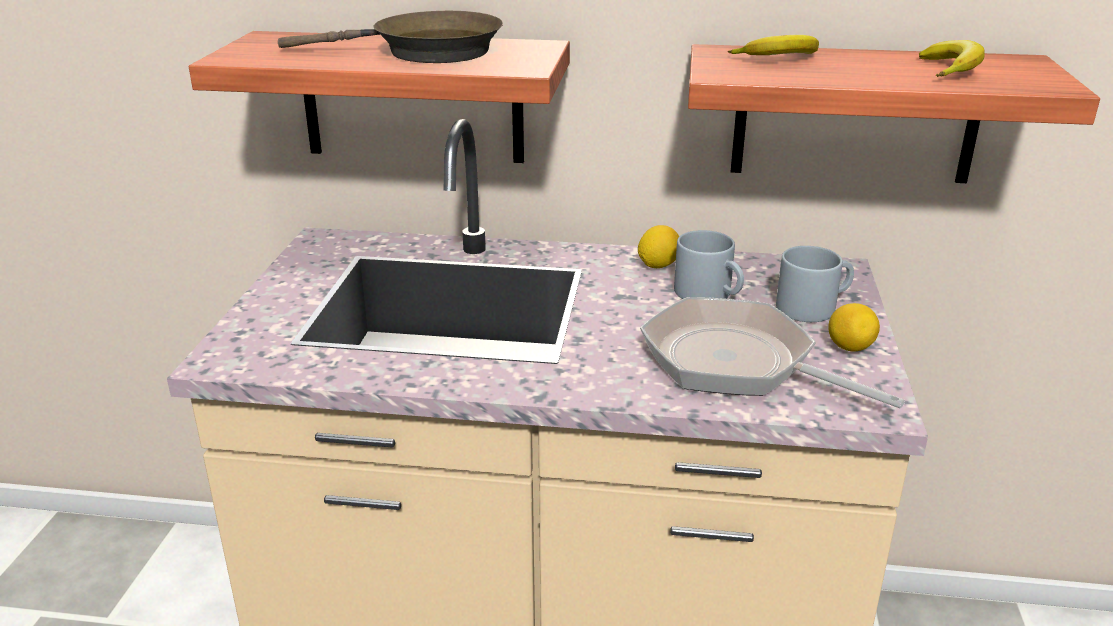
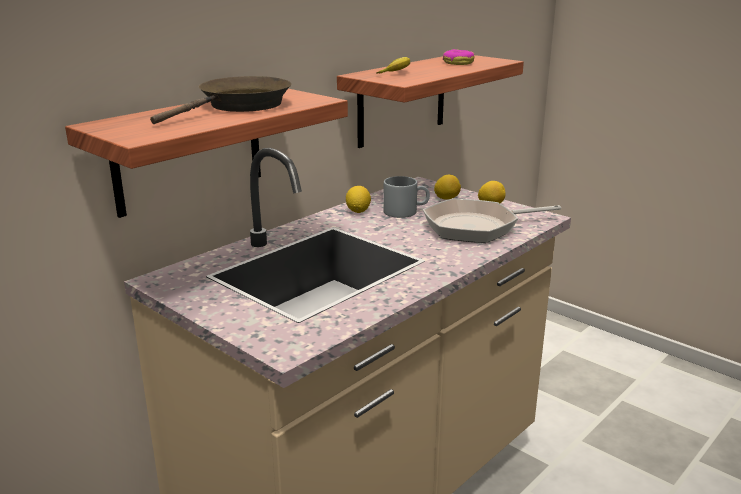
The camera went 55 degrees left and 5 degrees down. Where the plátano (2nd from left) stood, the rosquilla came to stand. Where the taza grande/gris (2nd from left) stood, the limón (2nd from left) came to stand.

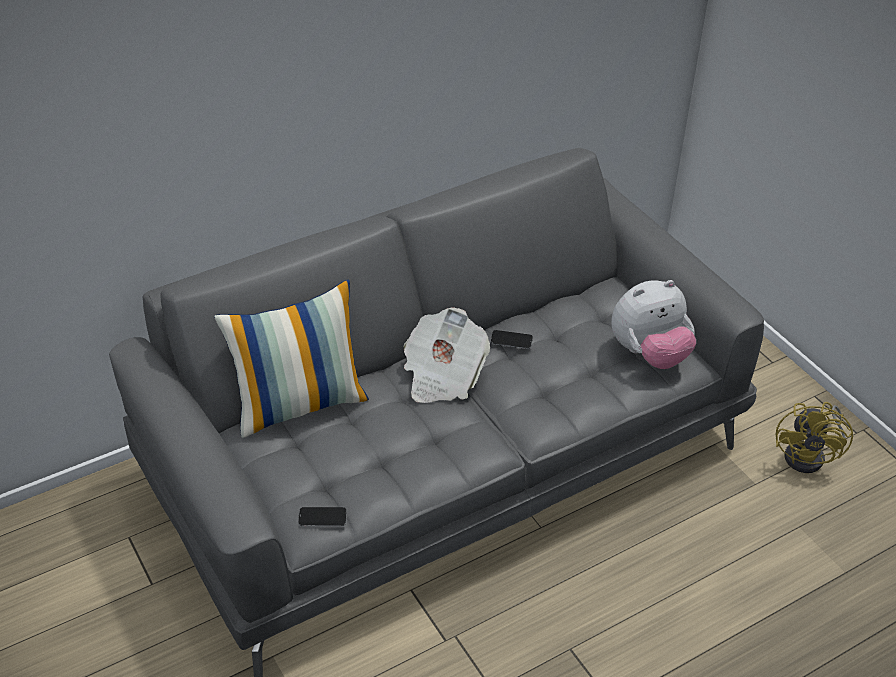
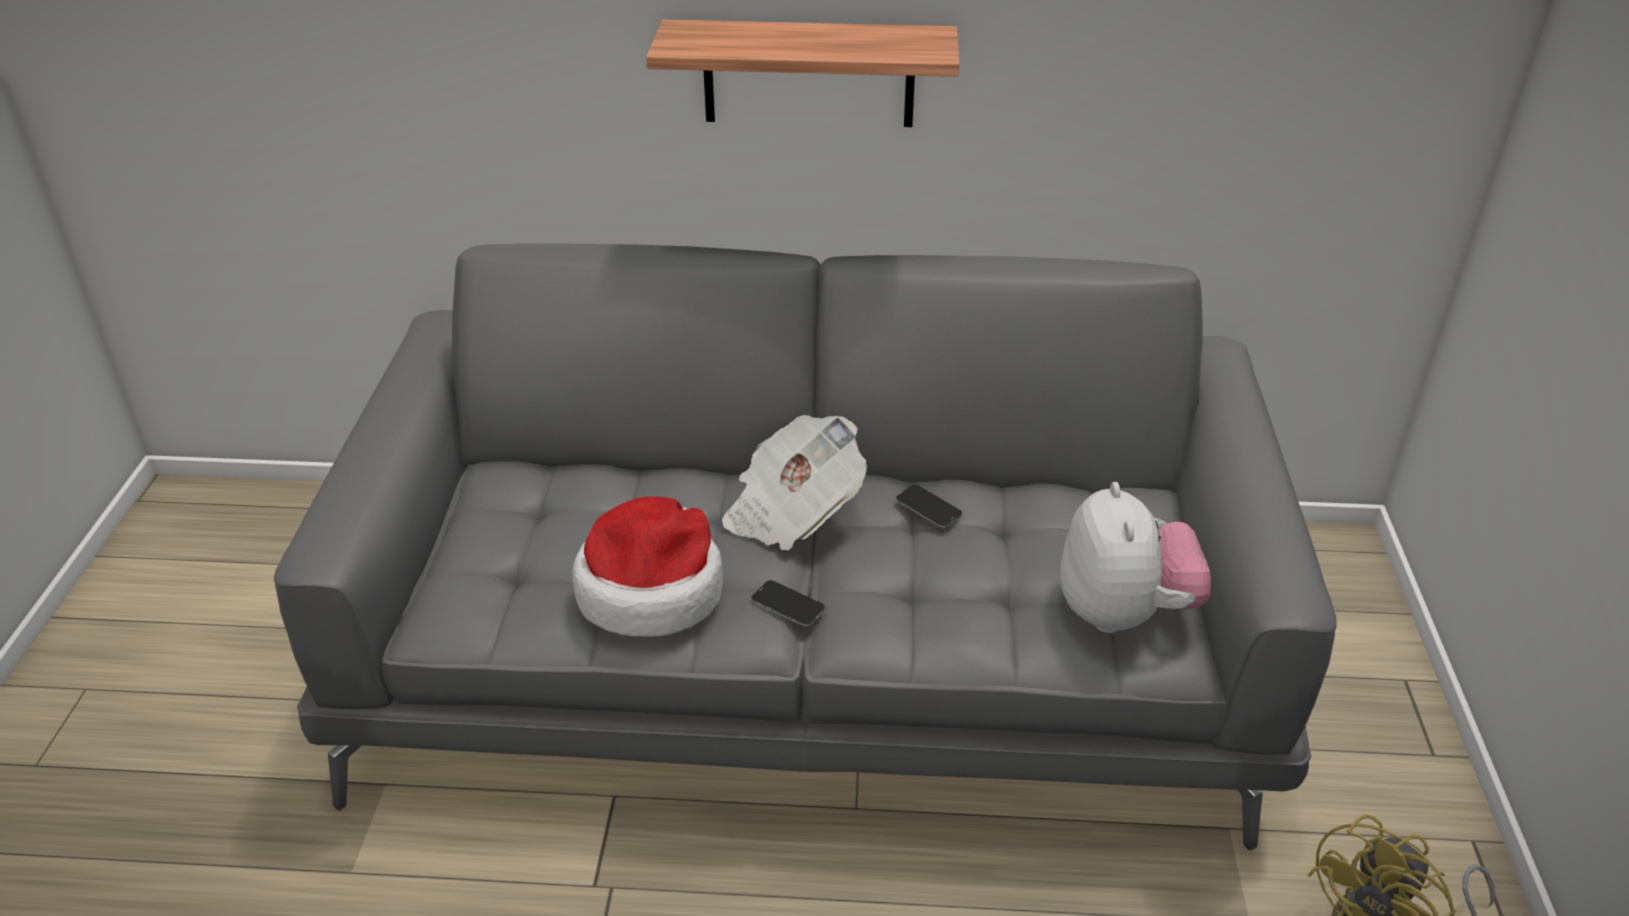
The camera went 35 degrees right and 5 degrees down. The second view lost the cojín. The peluche ended up facing another way, 105 degrees counterclockwise from before. The móvil (1st from left) ended up elsewhere. The second view gained the estante. The second view gained the sombrero.

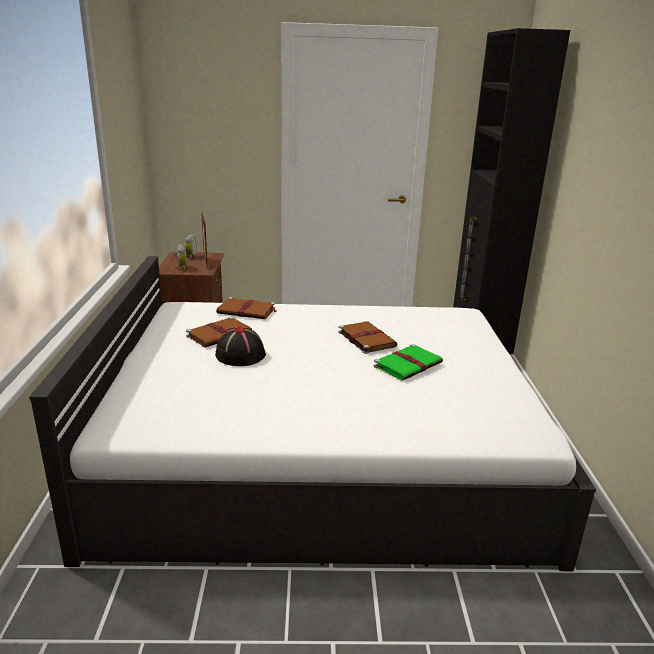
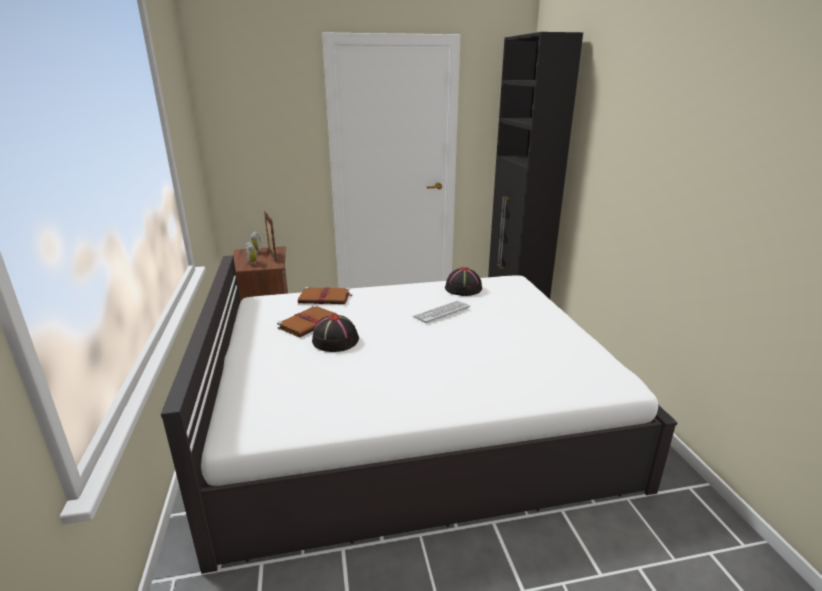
The camera went 10 degrees left and 0 degrees up. Where the libro/marrón (3rd from left) stood, the teclado came to stand. The second view lost the libro/verde. The second view gained the sombrero/negro (2nd from left).

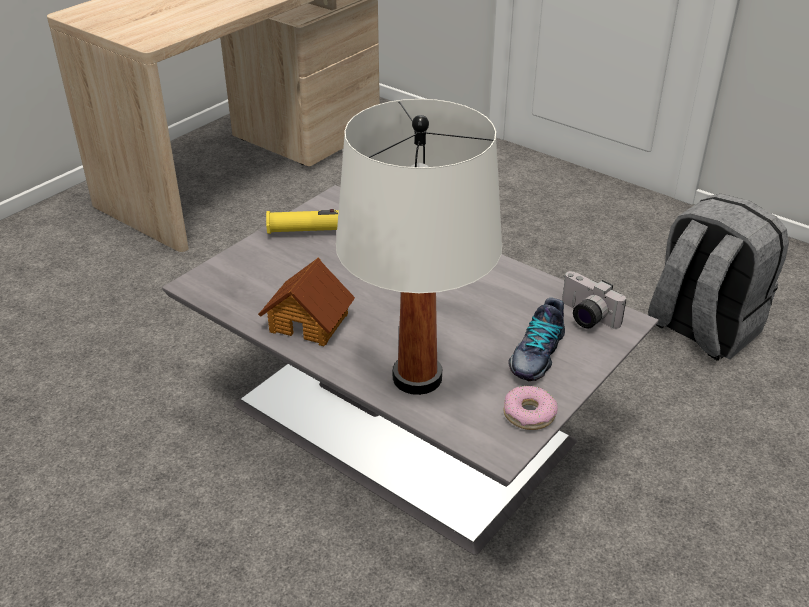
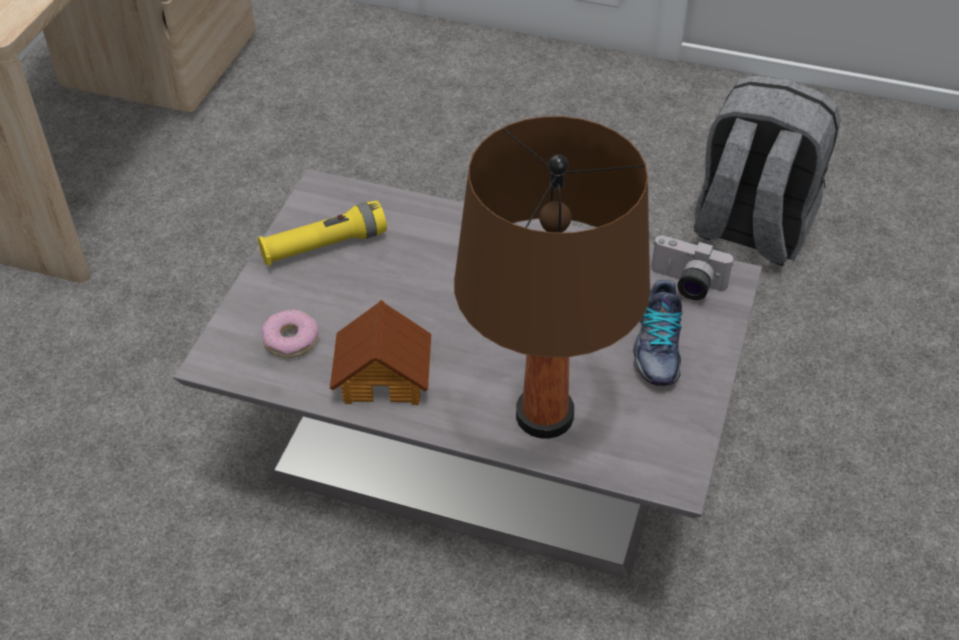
The camera went 20 degrees left and 10 degrees up. What was the lámpara de mesa/blanco turned into the lámpara de mesa/marrón. The rosquilla ended up elsewhere.

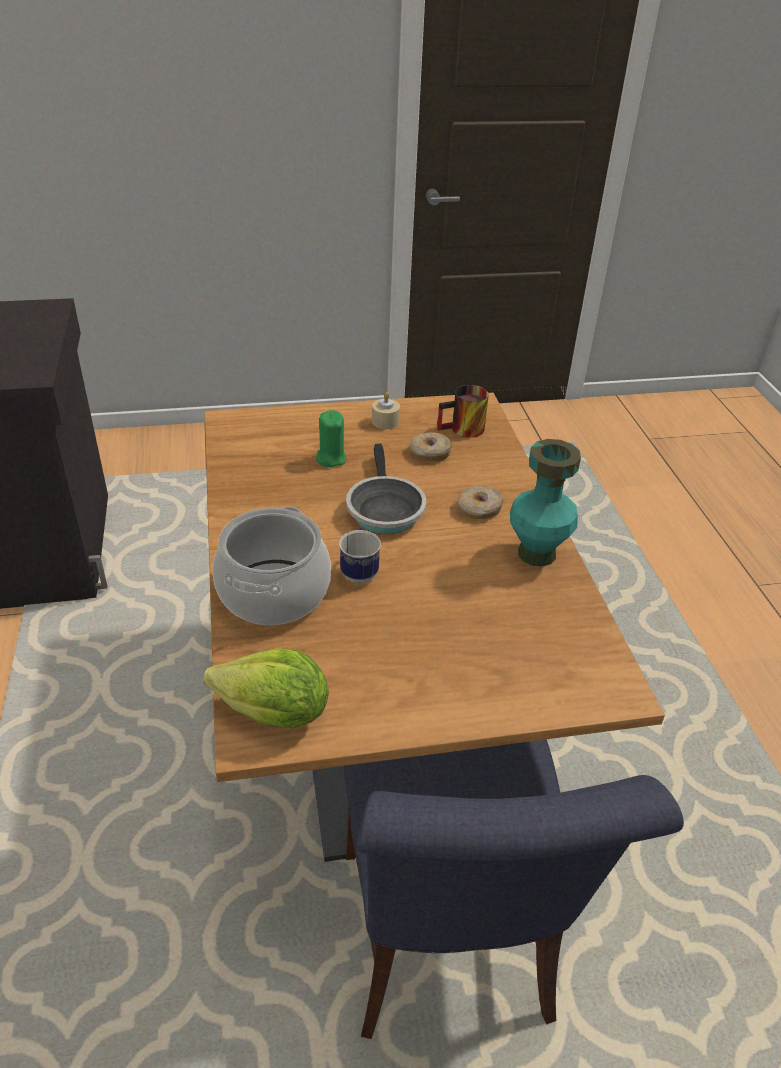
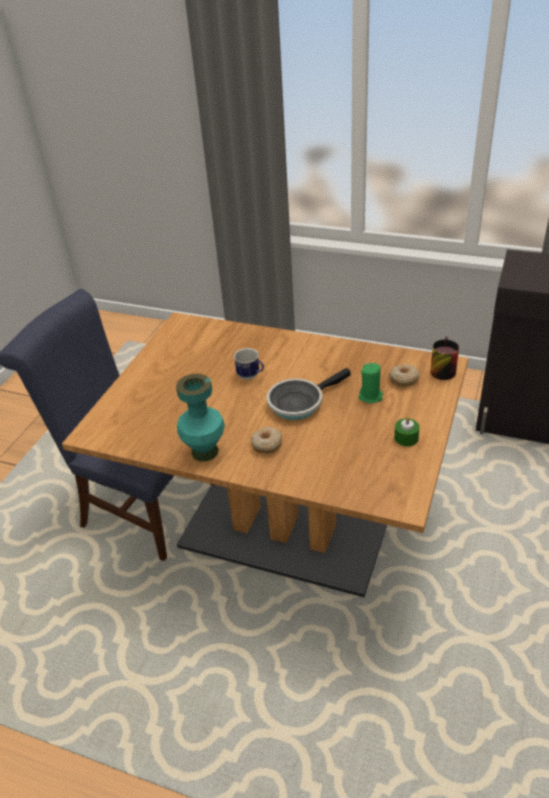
The camera went 125 degrees right and 0 degrees up. The taza grande (2nd from left) ended up elsewhere. What was the vela/beis turned into the vela/verde (2nd from left). The rosquilla (1st from left in the first image) ended up elsewhere. The sartén ended up facing another way, 60 degrees counterclockwise from before. The second view lost the olla. The second view lost the lechuga.

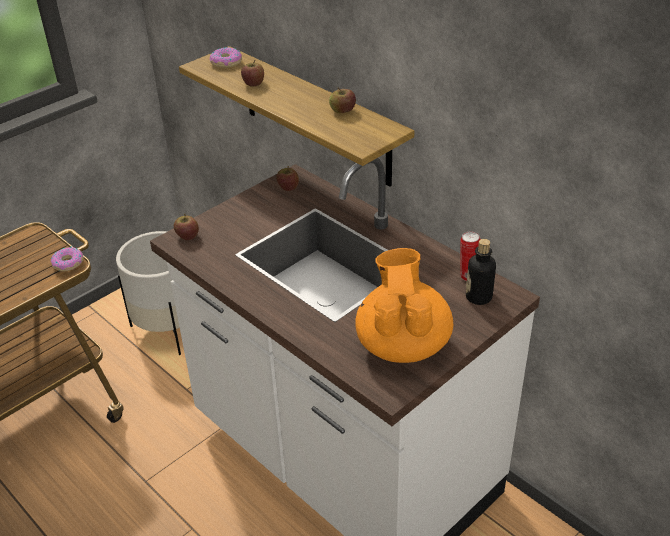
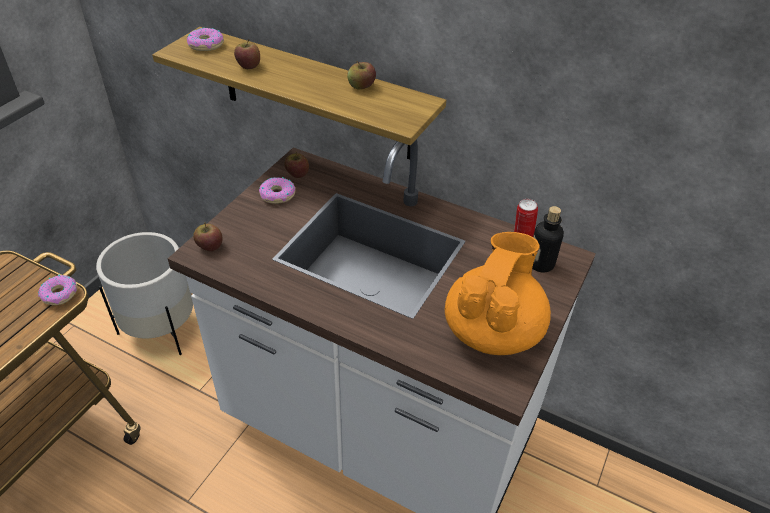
The camera went 20 degrees left and 5 degrees up. The tetera/naranja ended up facing another way, 45 degrees clockwise from before. The second view gained the rosquilla (3rd from left).

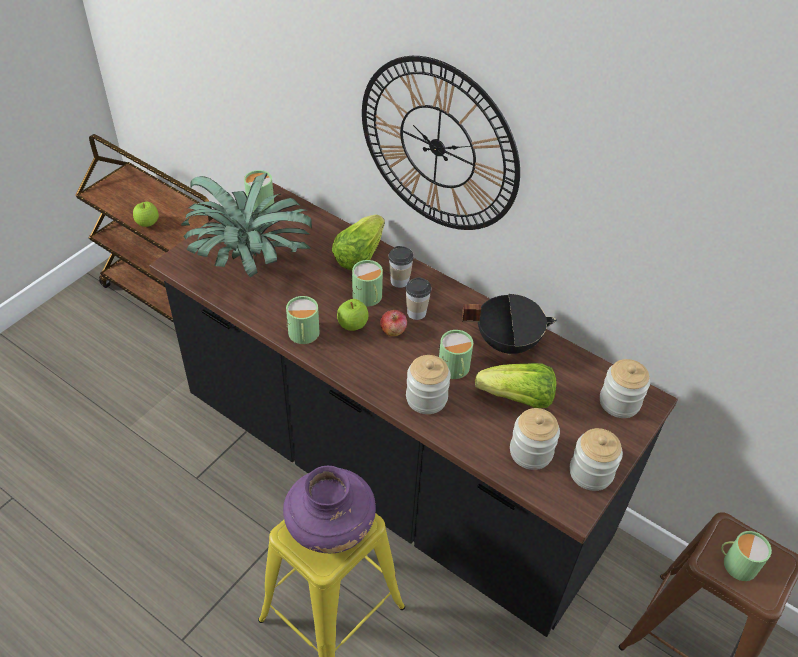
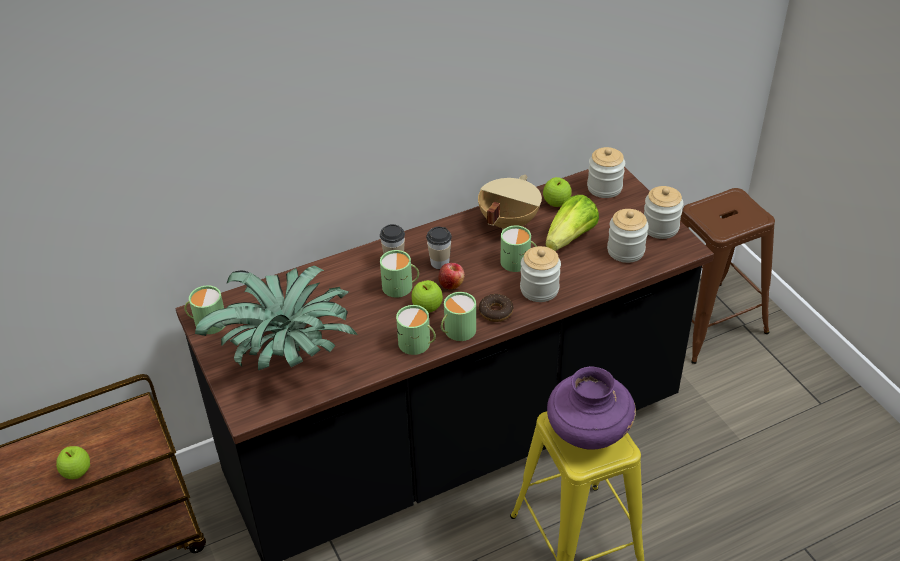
The camera went 60 degrees left and 5 degrees down. The second view lost the reloj de pared. The second view lost the lechuga (1st from left). What was the olla/negro turned into the olla/beis. The taza grande/verde (5th from left in the first image) ended up elsewhere. The second view gained the manzana (4th from left). The second view gained the rosquilla.

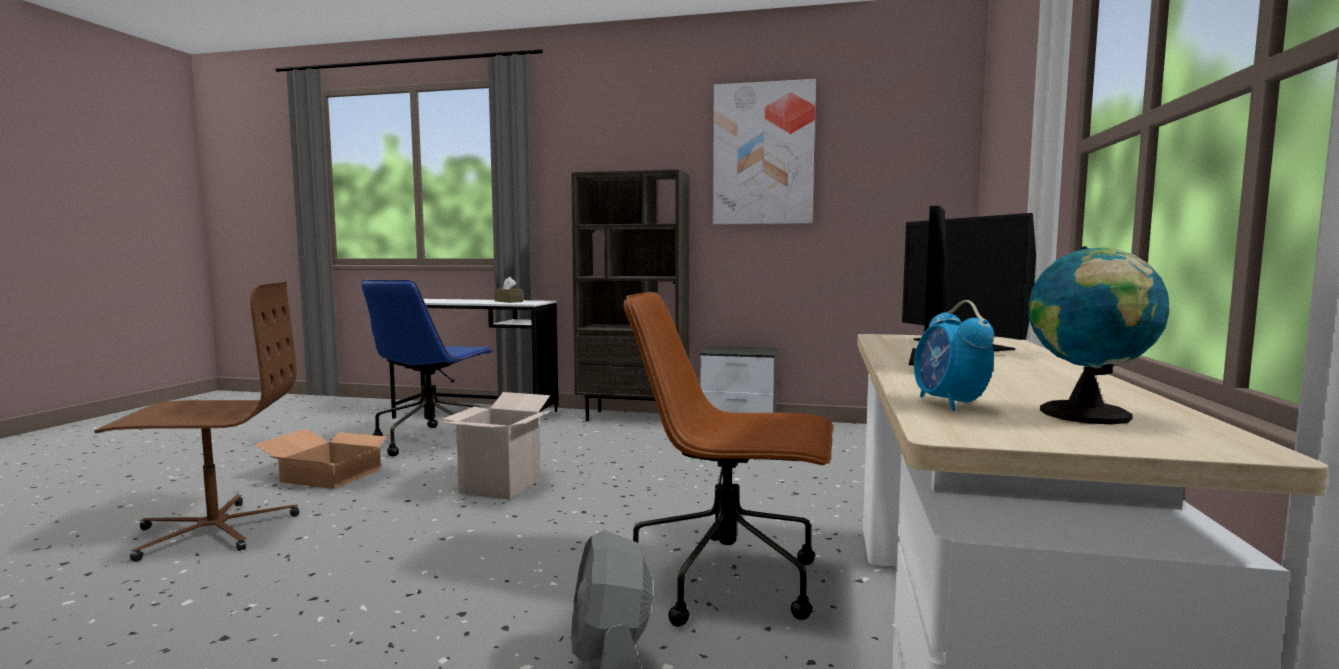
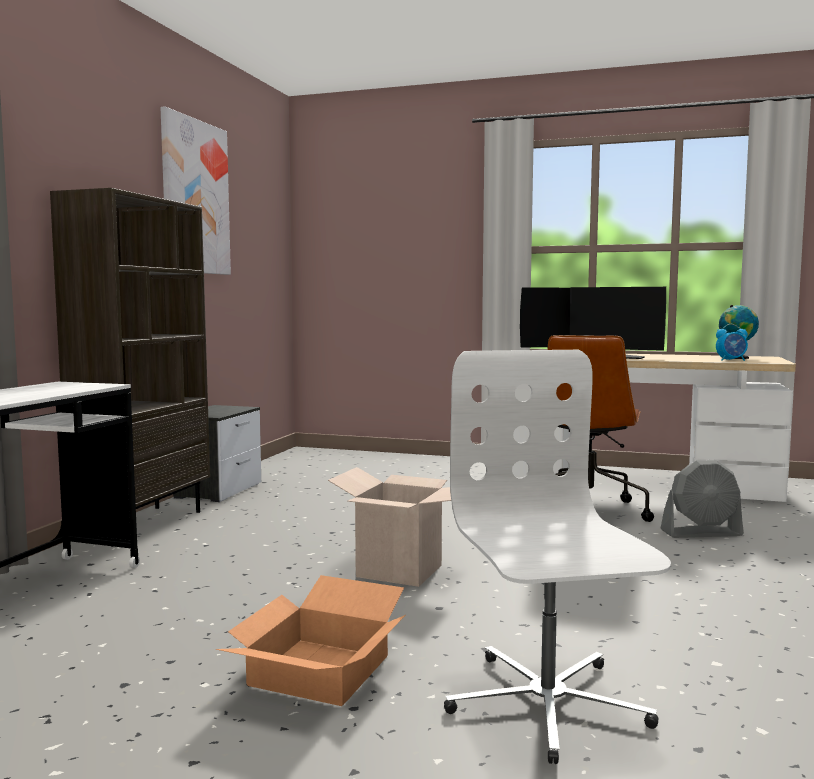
The camera went 85 degrees left and 0 degrees up. The second view lost the caja de pañuelos/marrón. The second view lost the silla de oficina/azul. What was the silla de oficina/marrón (1st from left) turned into the silla de oficina/blanco.

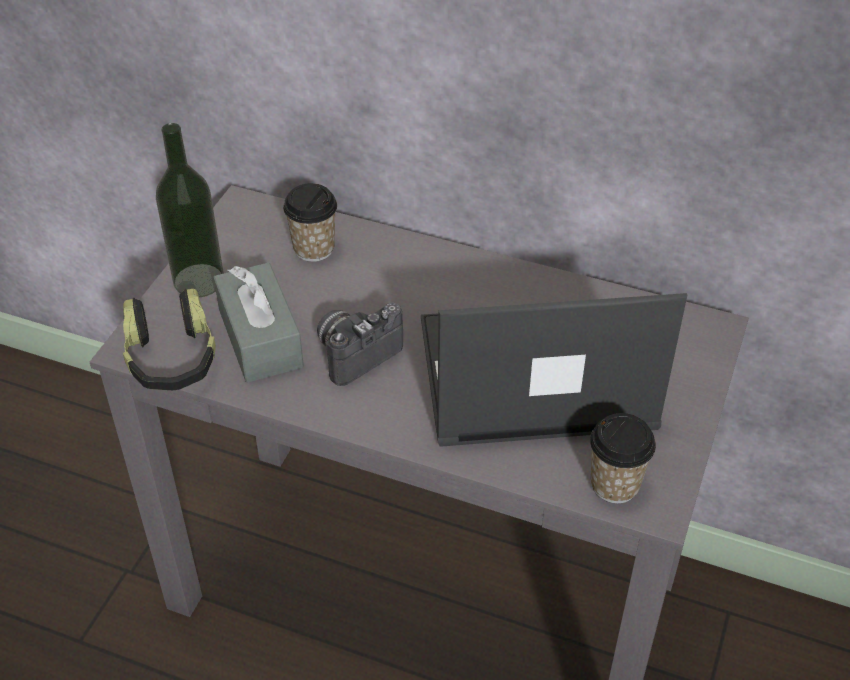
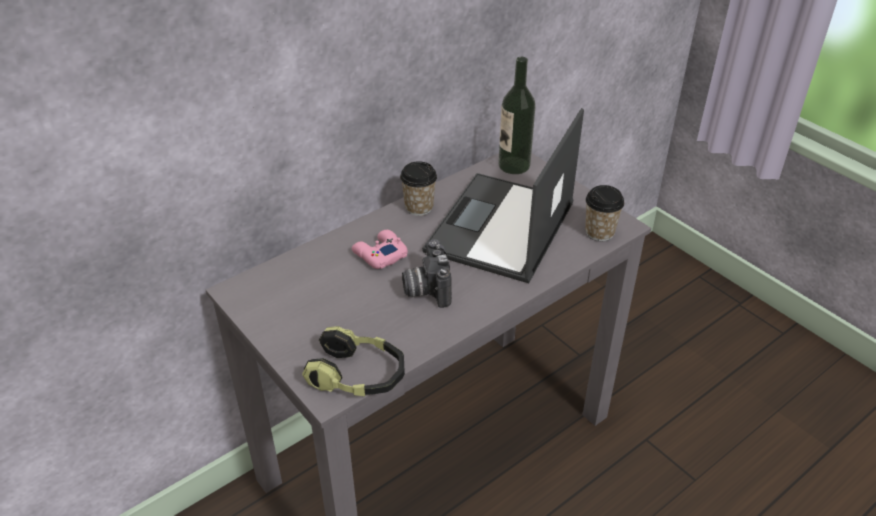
The camera went 60 degrees left and 5 degrees down. The botella ended up elsewhere. The taza (1st from left) ended up elsewhere. The second view lost the caja de pañuelos/gris. The second view gained the mando de consola/rosa.

